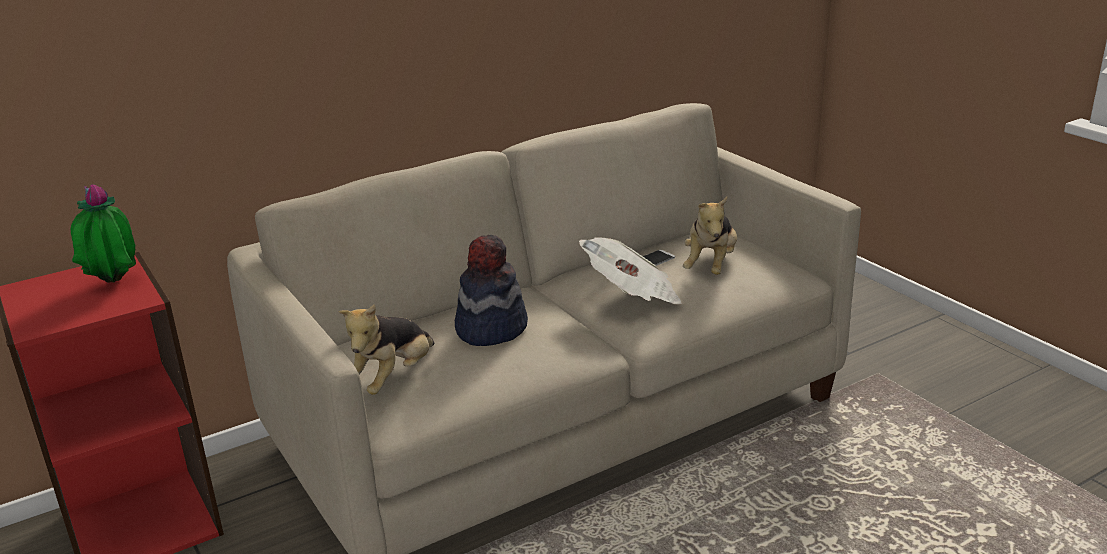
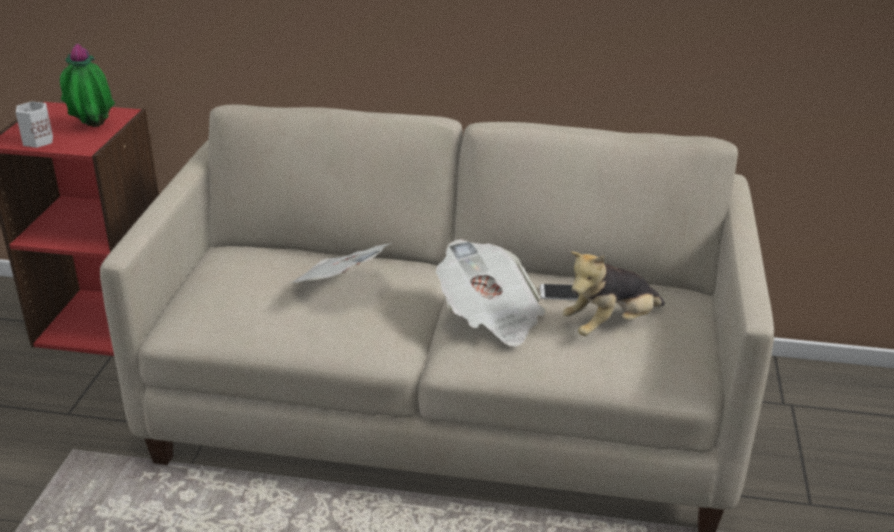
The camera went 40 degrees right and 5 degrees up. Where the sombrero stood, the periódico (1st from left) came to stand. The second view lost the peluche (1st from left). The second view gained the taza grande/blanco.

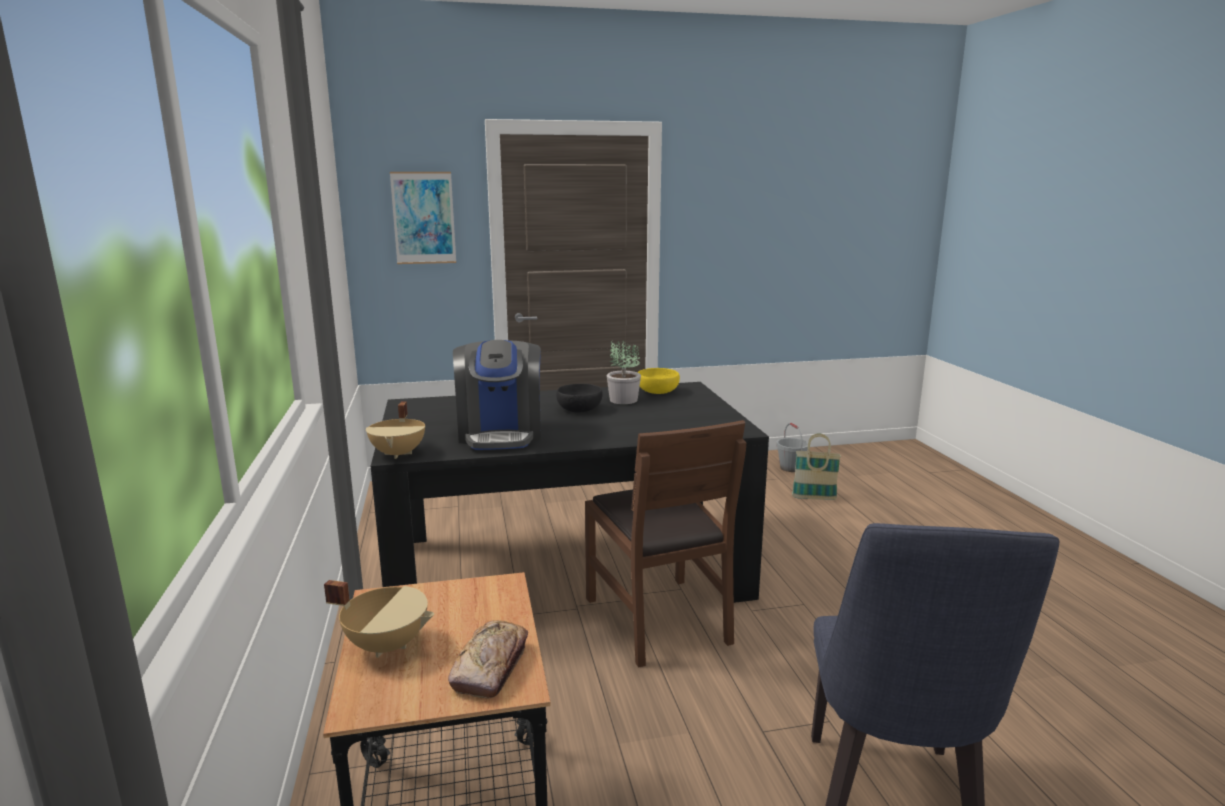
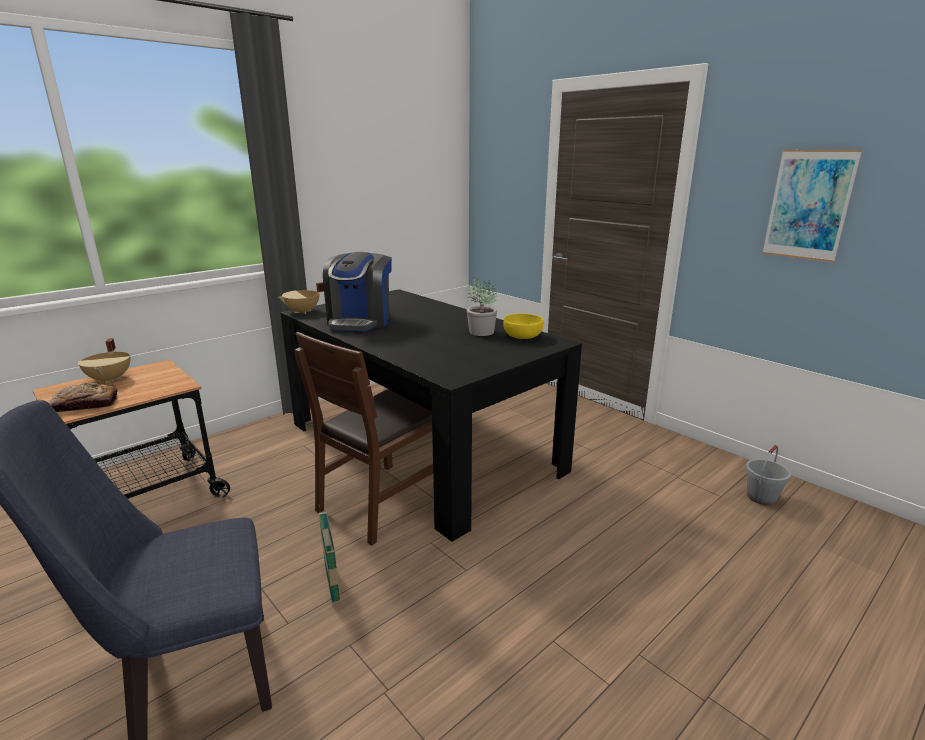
The camera went 60 degrees right and 5 degrees up. The cuadro ended up elsewhere. The cafetera ended up facing another way, 45 degrees counterclockwise from before. The second view lost the cuenco/negro. The cesta ended up elsewhere.

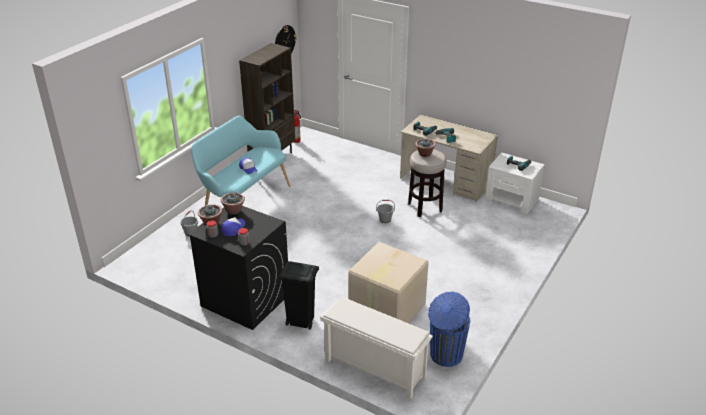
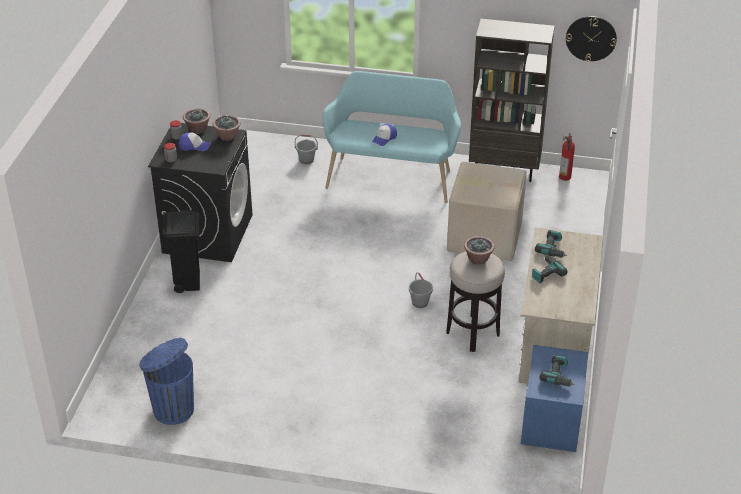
The camera went 70 degrees right and 5 degrees up. What was the mesita de noche/blanco turned into the mesita de noche/azul. The caja de cartón ended up elsewhere. The second view lost the zapatero/blanco.

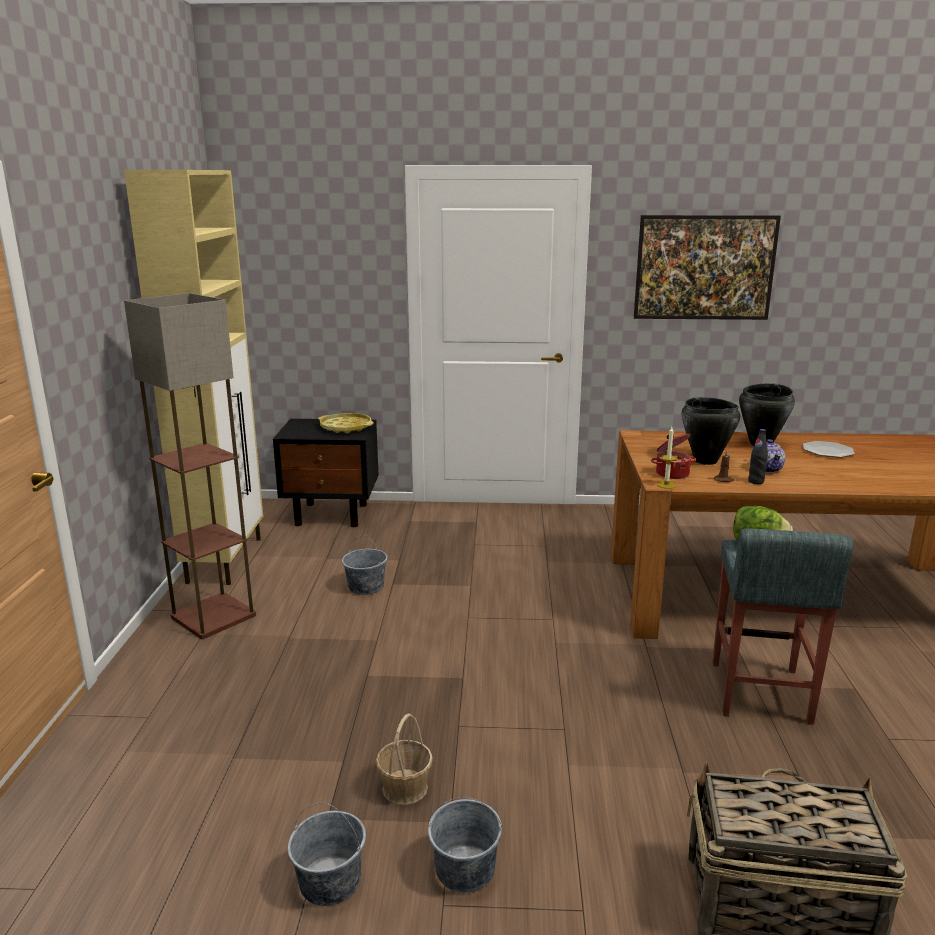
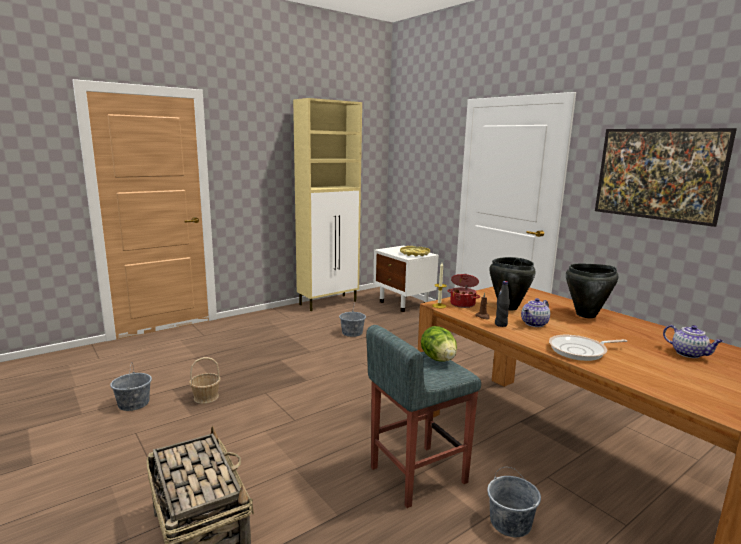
The camera went 50 degrees right and 5 degrees down. The second view lost the lámpara de pie. What was the mesita de noche/negro turned into the mesita de noche/blanco. The second view lost the plato. The cubo/gris (3rd from left) ended up elsewhere. The second view gained the tetera (2nd from left). The second view gained the sartén.

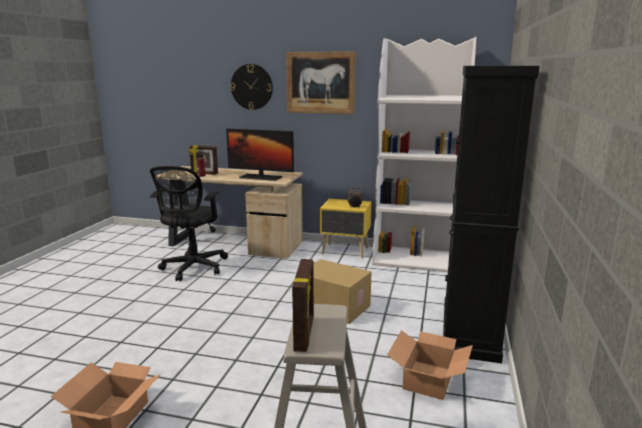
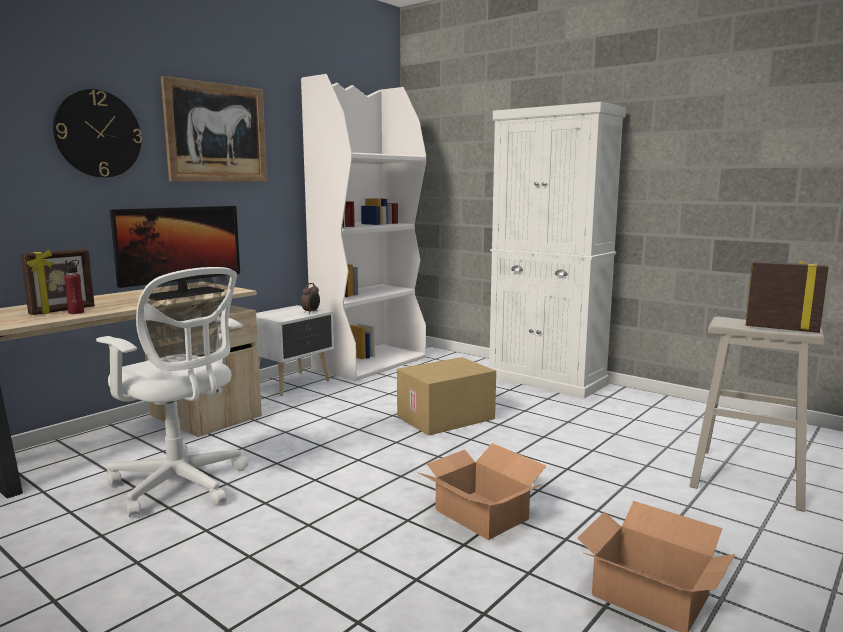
The camera went 65 degrees left and 5 degrees down. What was the armario/negro turned into the armario/blanco. What was the silla de oficina/negro turned into the silla de oficina/blanco. What was the mesita de noche/amarillo turned into the mesita de noche/blanco. The caja de cartón (3rd from left in the first image) ended up elsewhere.

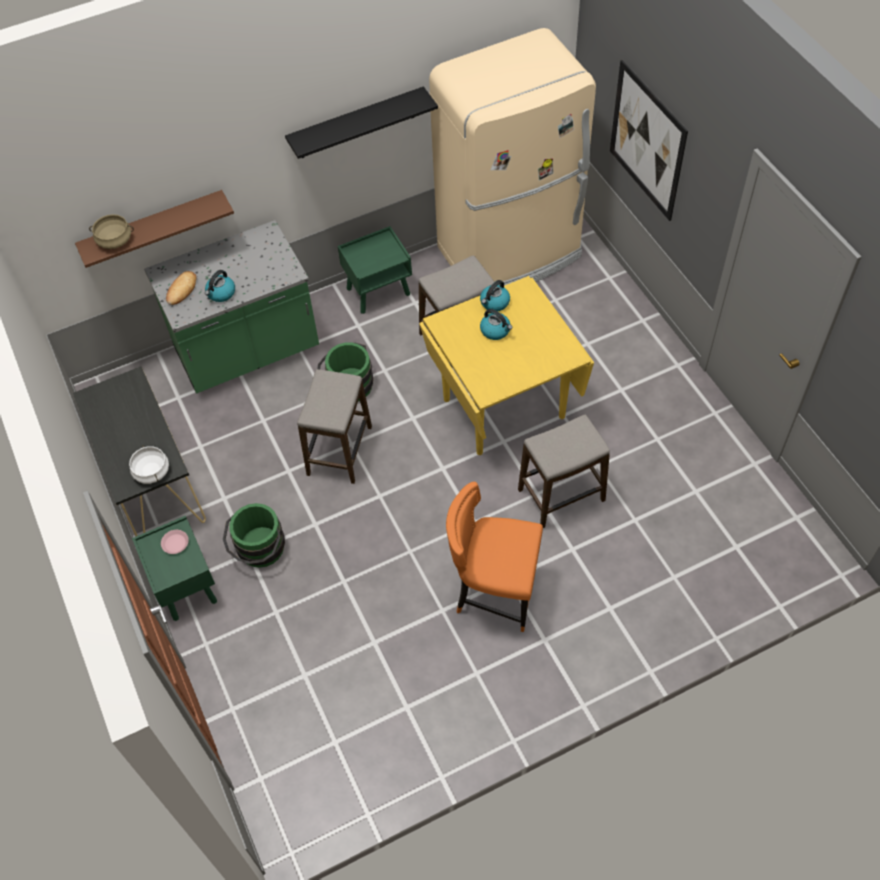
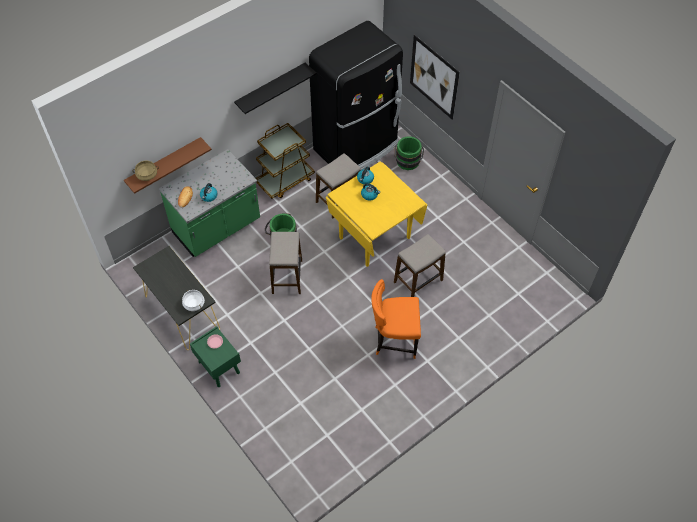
The camera went 15 degrees left and 0 degrees up. What was the nevera/beis turned into the nevera/negro. Where the mesita de noche/verde (2nd from left) stood, the carrito/marrón came to stand. The cubo/verde (1st from left in the first image) ended up elsewhere.

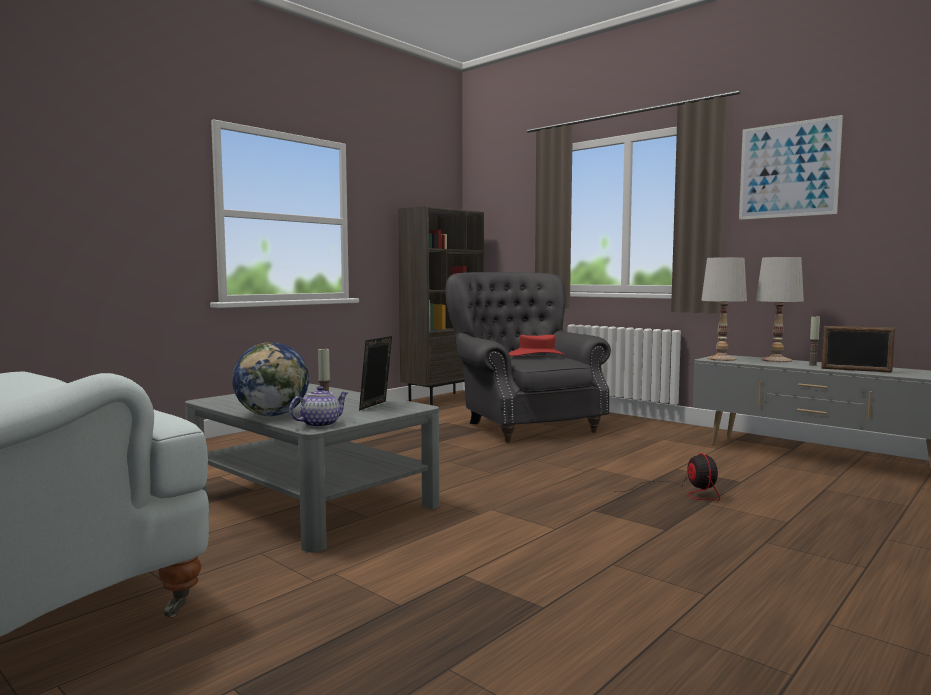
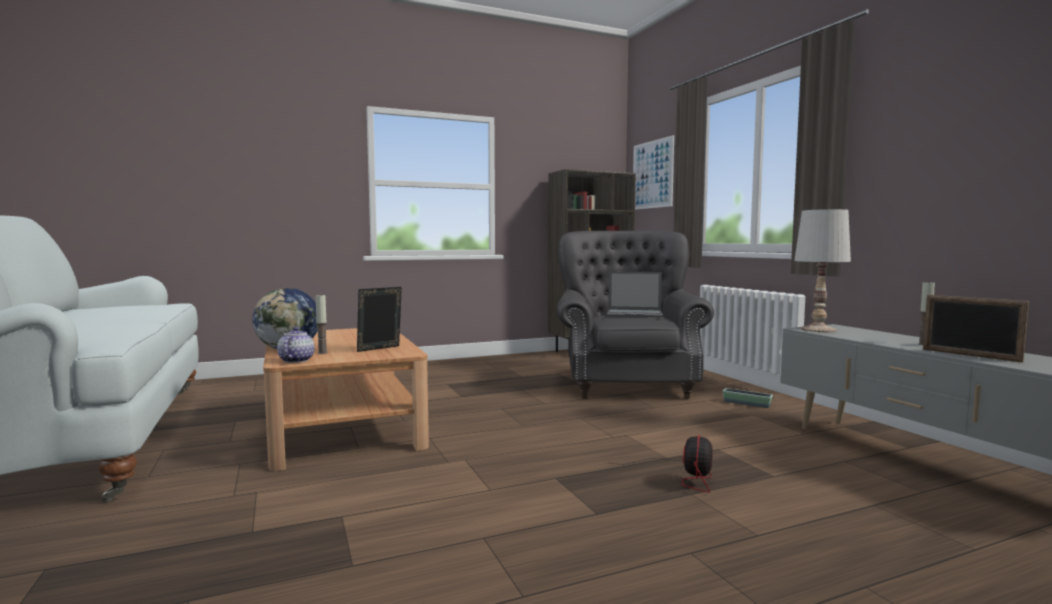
The camera went 25 degrees right and 0 degrees up. The cuadro ended up elsewhere. The second view lost the lámpara de mesa/blanco (2nd from left). Where the sombrero/rojo stood, the portátil came to stand. What was the mesa de centro/gris turned into the mesa de centro/marrón. The tetera ended up facing another way, 75 degrees counterclockwise from before. The second view gained the maceta.

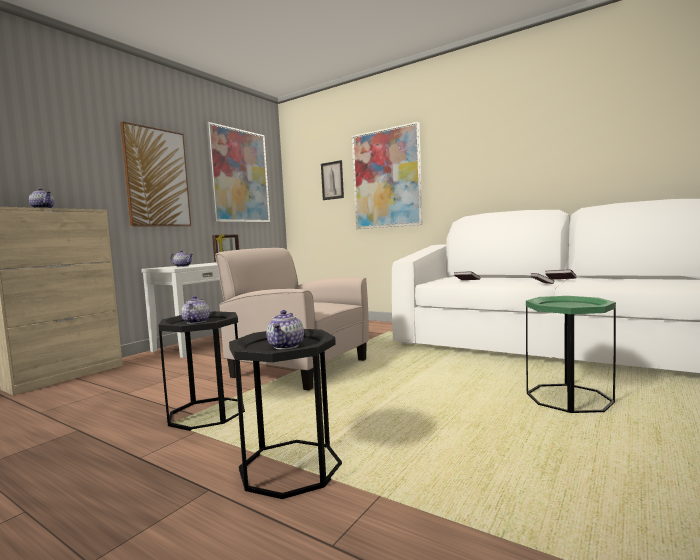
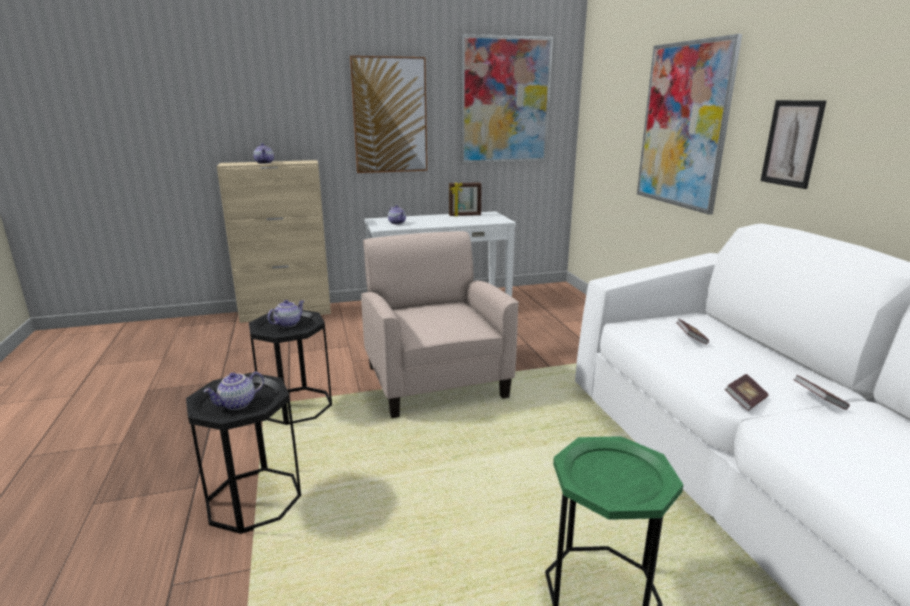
The camera went 40 degrees right and 15 degrees up. The cuadro (3rd from left in the first image) ended up elsewhere.

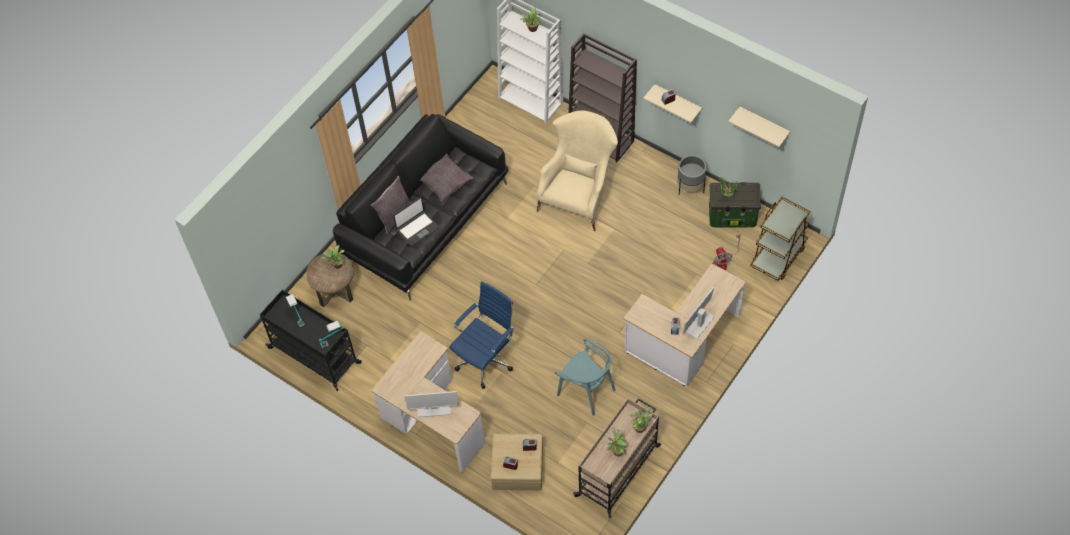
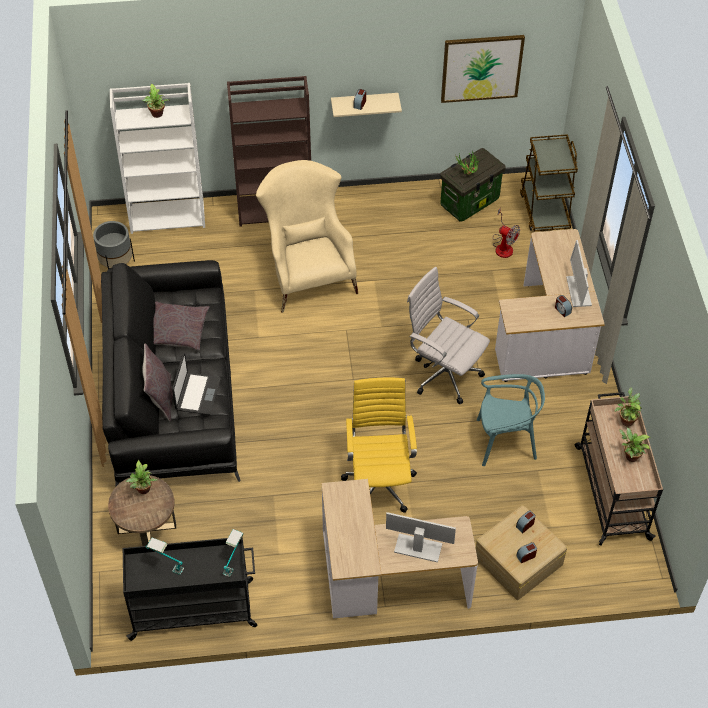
The camera went 45 degrees left and 5 degrees down. Where the estante/beis (2nd from left) hung, the cuadro came to hang. The maceta/gris ended up elsewhere. What was the silla de oficina/azul turned into the silla de oficina/amarillo. The monitor (1st from left) ended up facing another way, 120 degrees counterclockwise from before. The second view gained the silla de oficina/blanco.

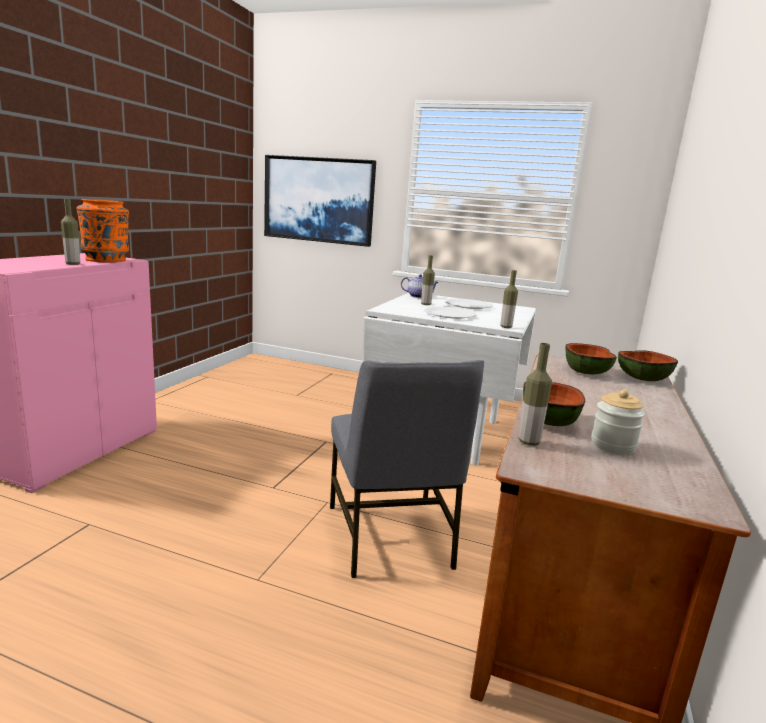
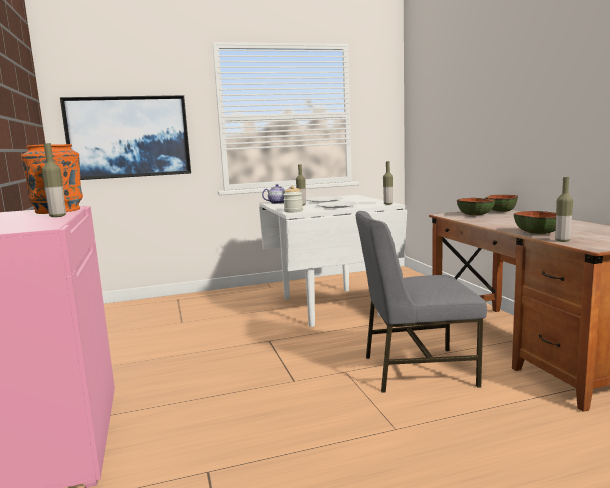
The camera went 35 degrees left and 5 degrees down. The silla/gris ended up facing another way, 135 degrees clockwise from before. The tarro ended up elsewhere.

